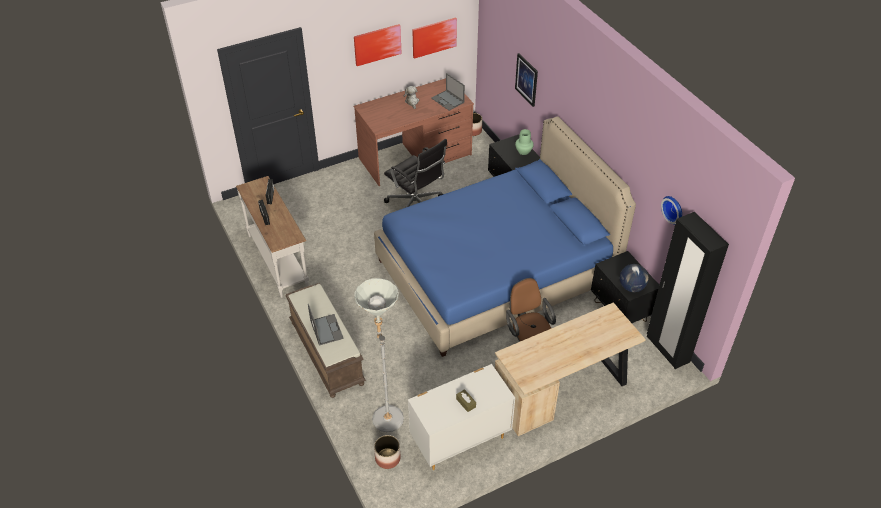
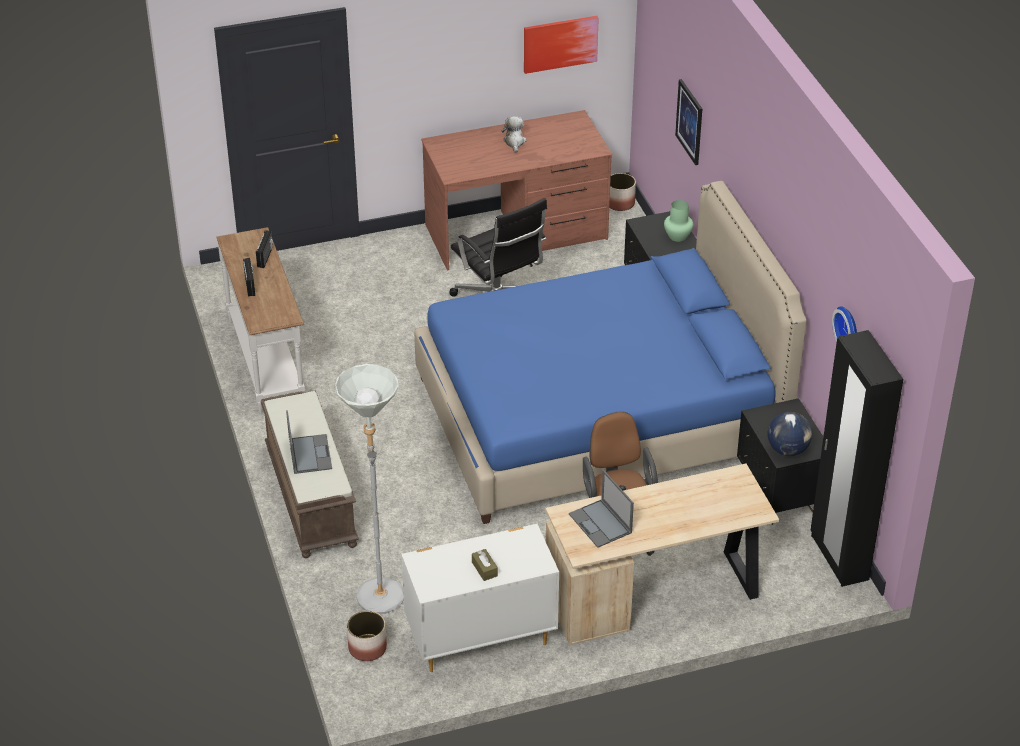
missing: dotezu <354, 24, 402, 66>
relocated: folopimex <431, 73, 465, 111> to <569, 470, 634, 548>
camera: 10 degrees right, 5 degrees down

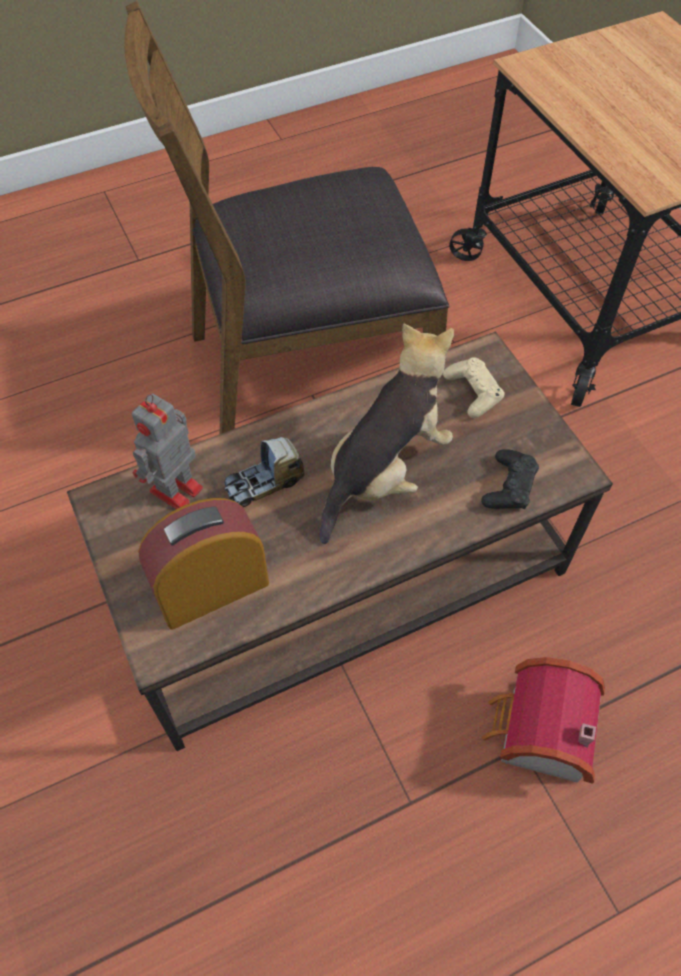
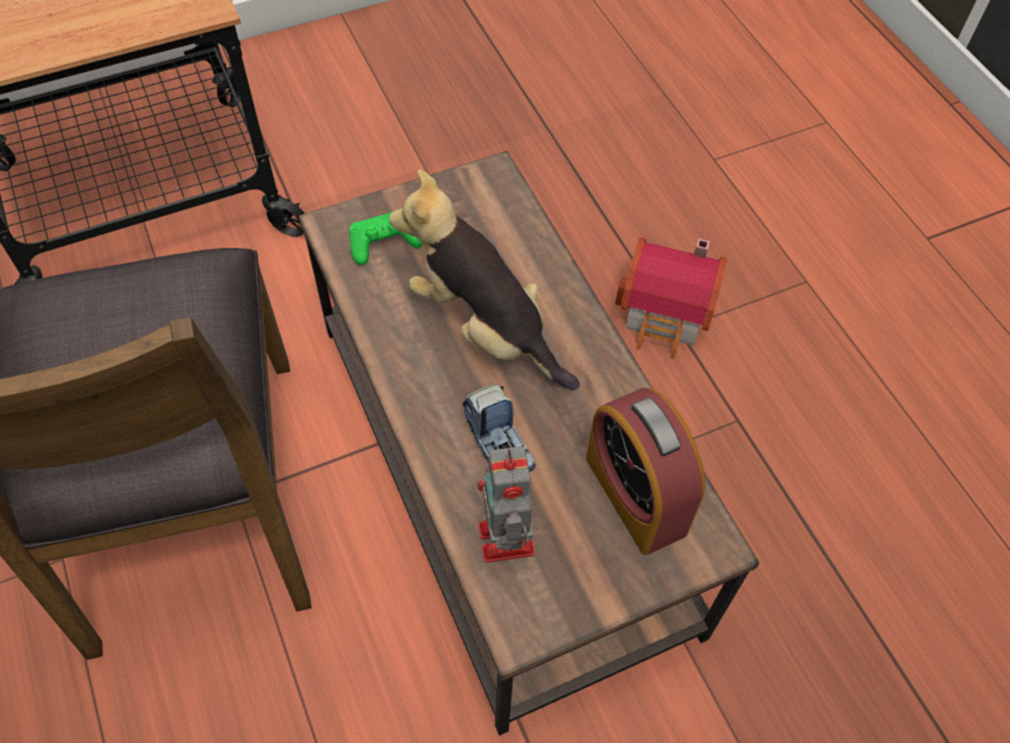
missing: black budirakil <481, 449, 539, 509>
colour: beige budirakil <443, 357, 505, 418> to green budirakil <349, 212, 423, 265>
spun: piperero <132, 394, 203, 509> = <477, 446, 535, 563> 45 degrees clockwise
camera: 90 degrees left, 0 degrees up

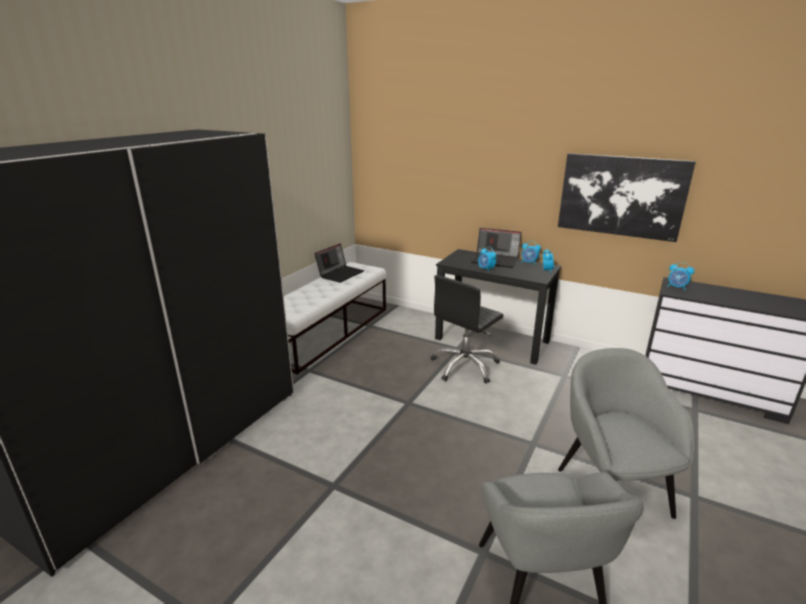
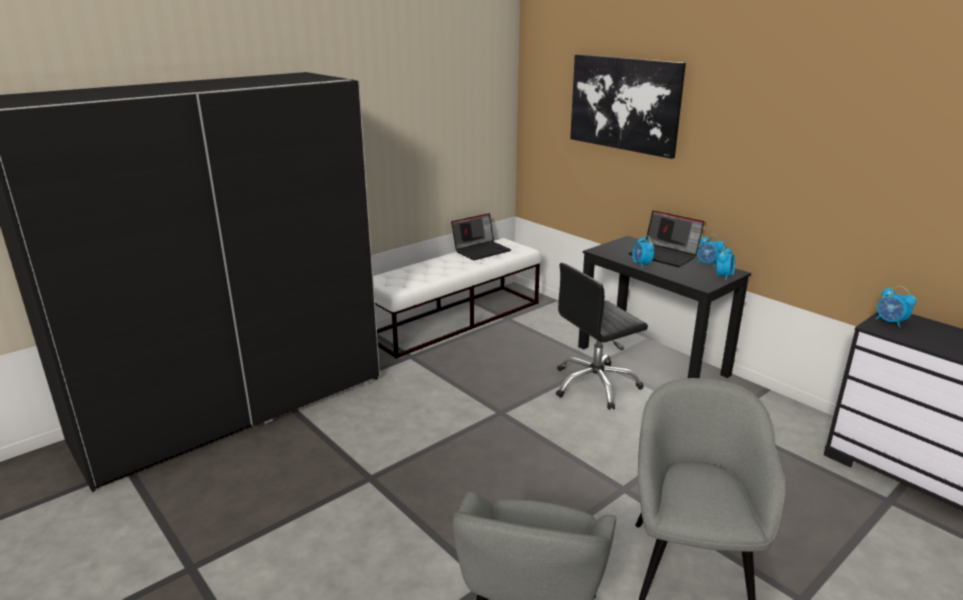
relocated: dotezu <558, 153, 696, 242> to <570, 54, 686, 159>
camera: 20 degrees right, 0 degrees up

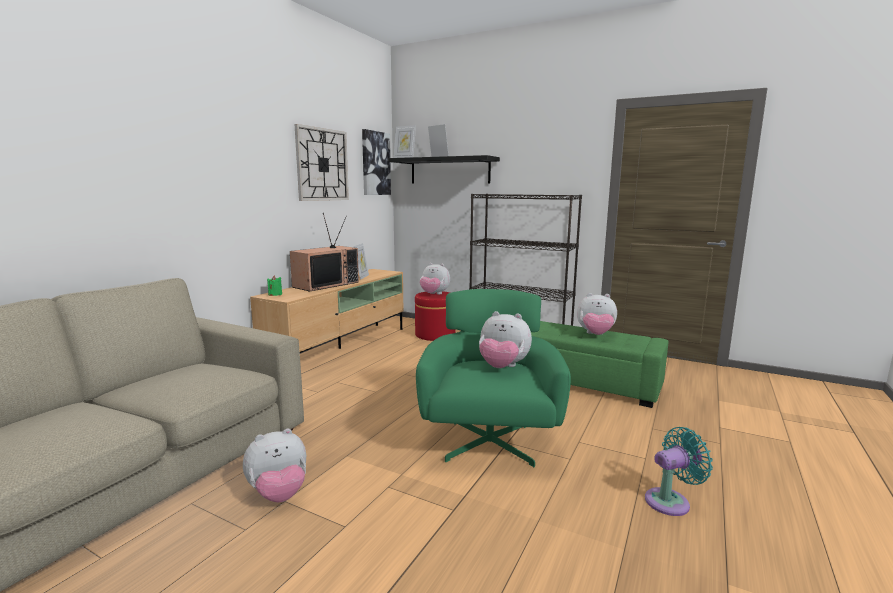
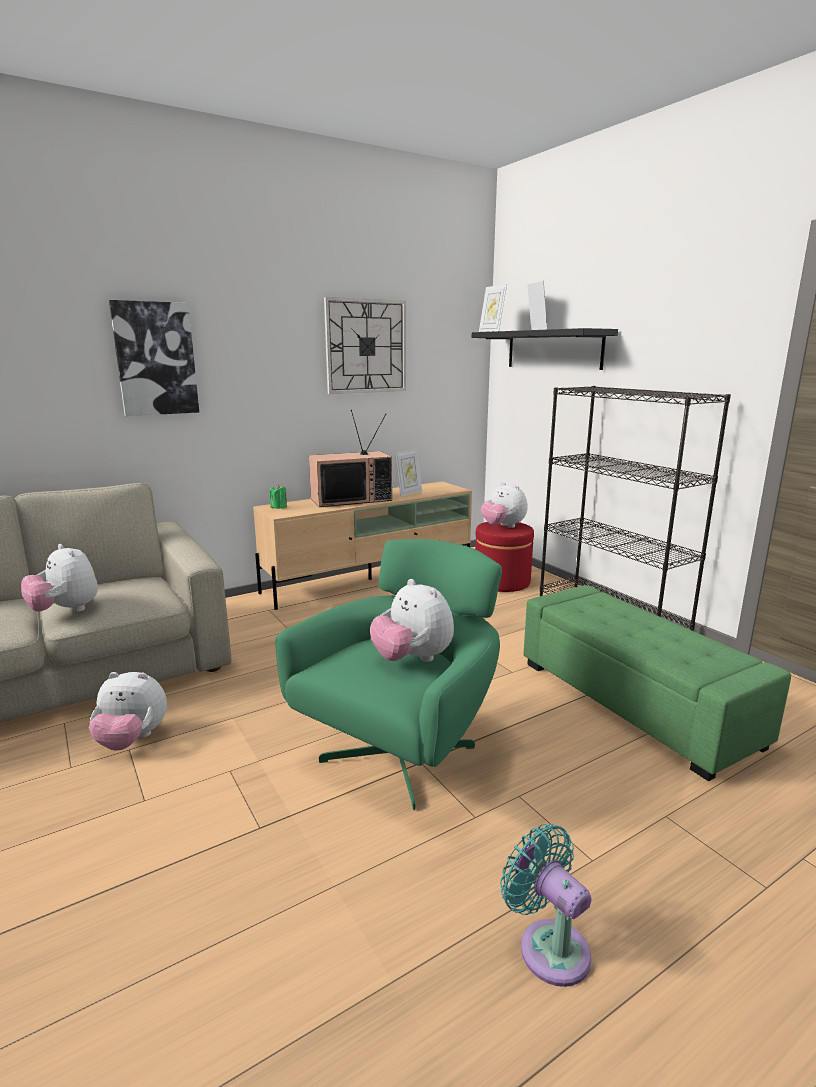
relocated: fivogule <577, 293, 617, 335> to <21, 544, 98, 612>; dotezu <362, 129, 391, 195> to <109, 300, 199, 416>
spun: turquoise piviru <645, 427, 713, 516> = <500, 824, 592, 987> 135 degrees counterclockwise
camera: 30 degrees right, 5 degrees up

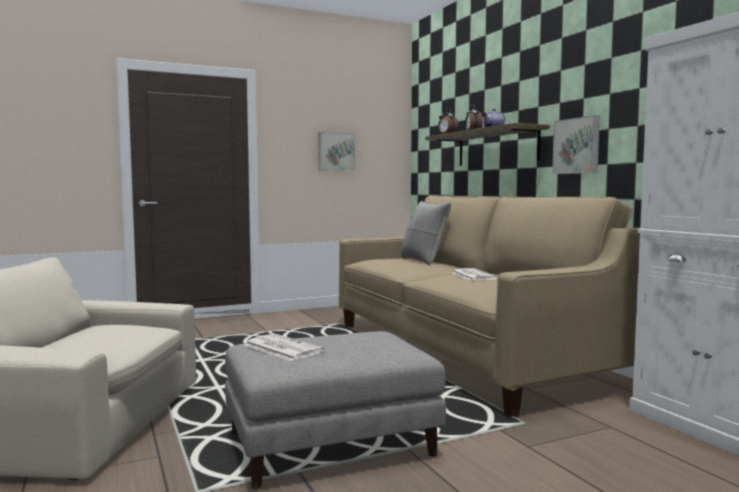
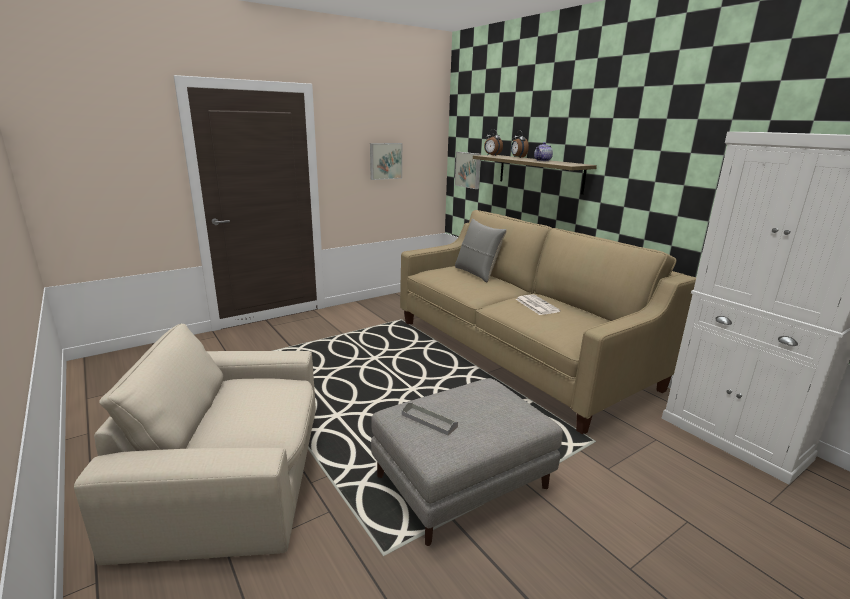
relocated: dotezu <552, 115, 600, 174> to <455, 152, 481, 189>
exchanged: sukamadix <245, 334, 325, 361> to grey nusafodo <402, 403, 458, 436>
camera: 10 degrees left, 15 degrees up

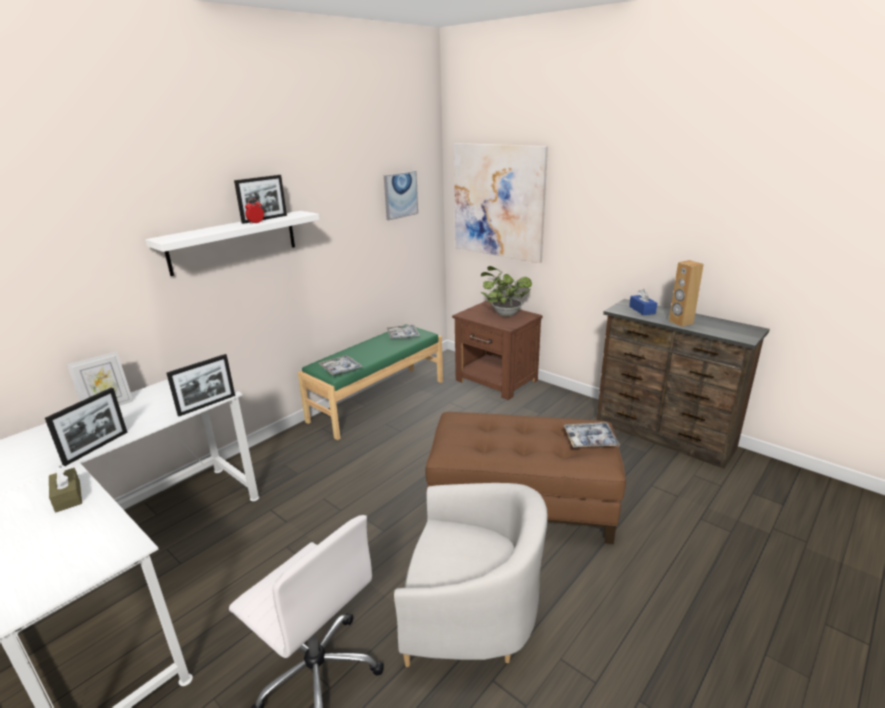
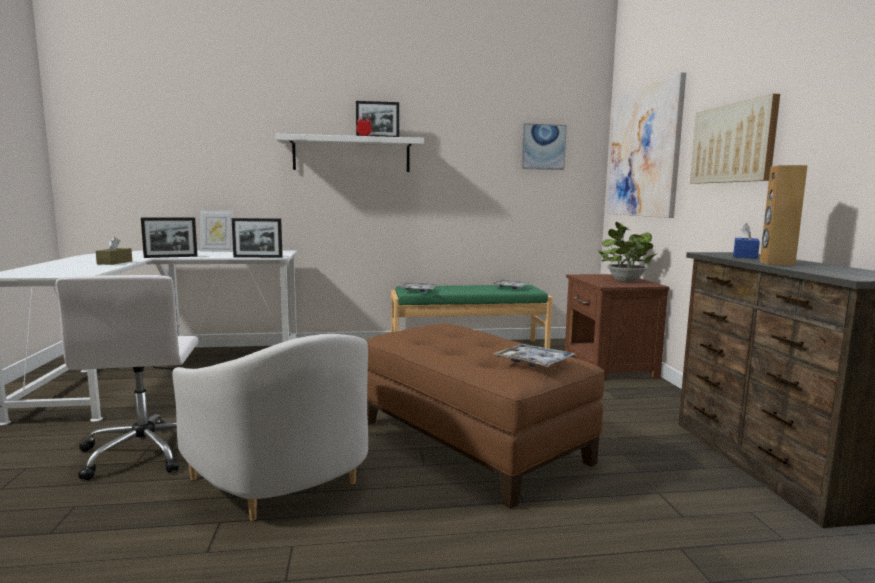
appeared: dotezu <690, 94, 780, 184>
camera: 40 degrees right, 15 degrees down

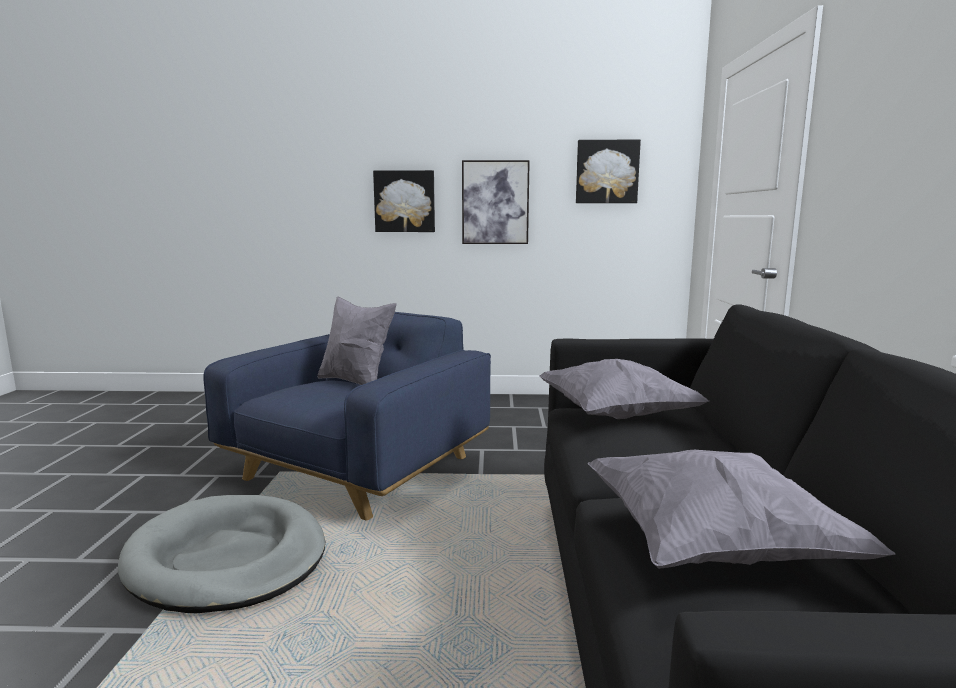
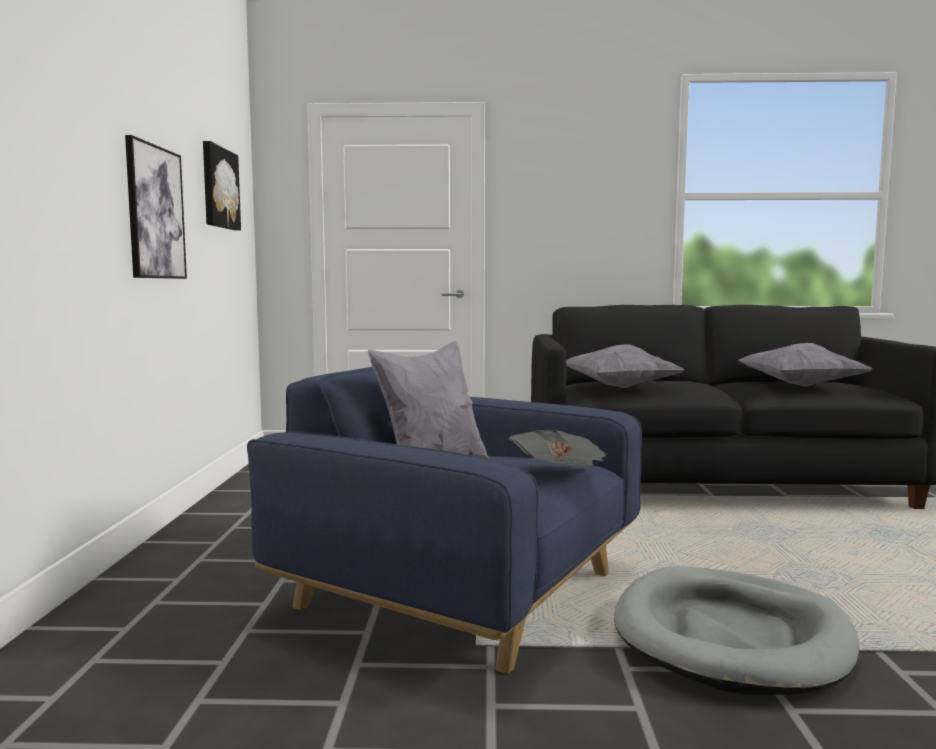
missing: dotezu <373, 170, 435, 232>
appeared: sukamadix <509, 430, 607, 466>
camera: 90 degrees left, 5 degrees down

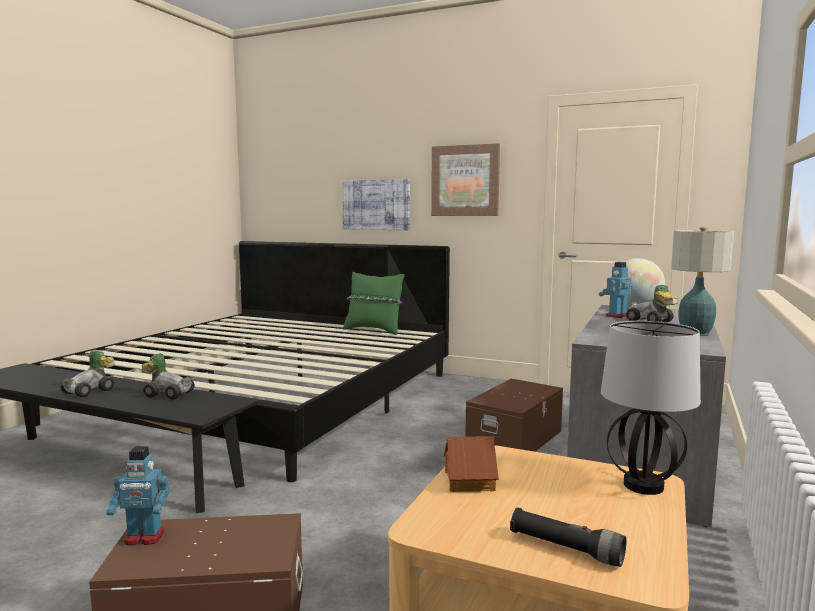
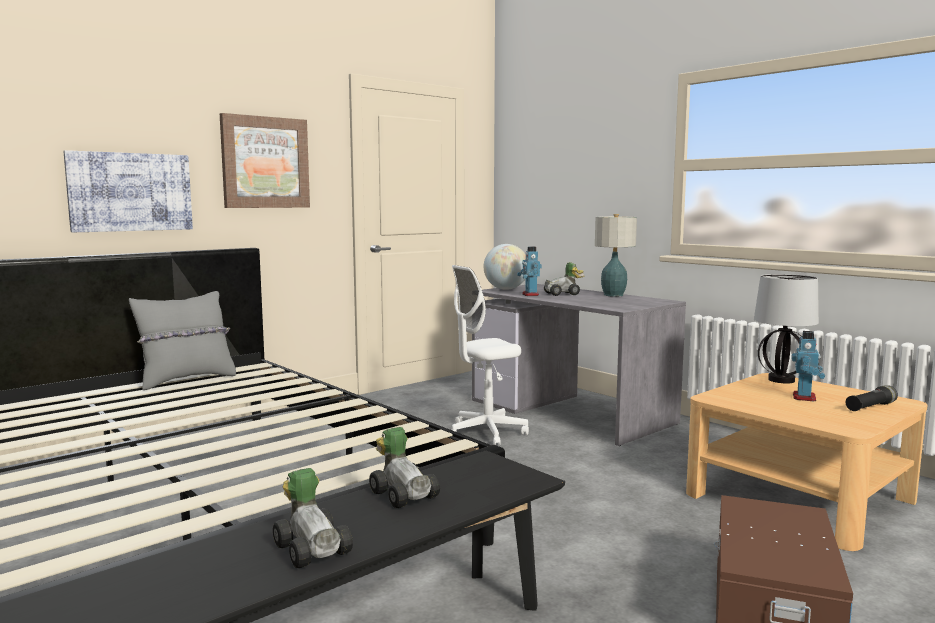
missing: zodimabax <444, 436, 499, 492>
relocated: piperero <106, 446, 169, 545> to <791, 331, 825, 401>
exchanged: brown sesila <465, 379, 563, 452> to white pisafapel <452, 265, 529, 446>
colour: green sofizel <343, 272, 405, 335> to grey sofizel <129, 291, 236, 390>
spun: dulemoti <141, 353, 195, 400> = <369, 427, 440, 508> 105 degrees clockwise
camera: 65 degrees left, 0 degrees up

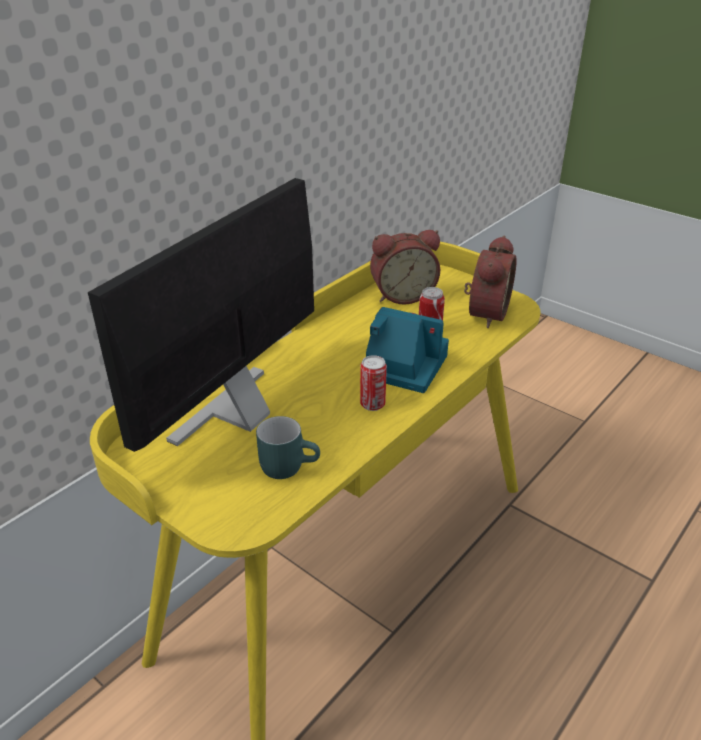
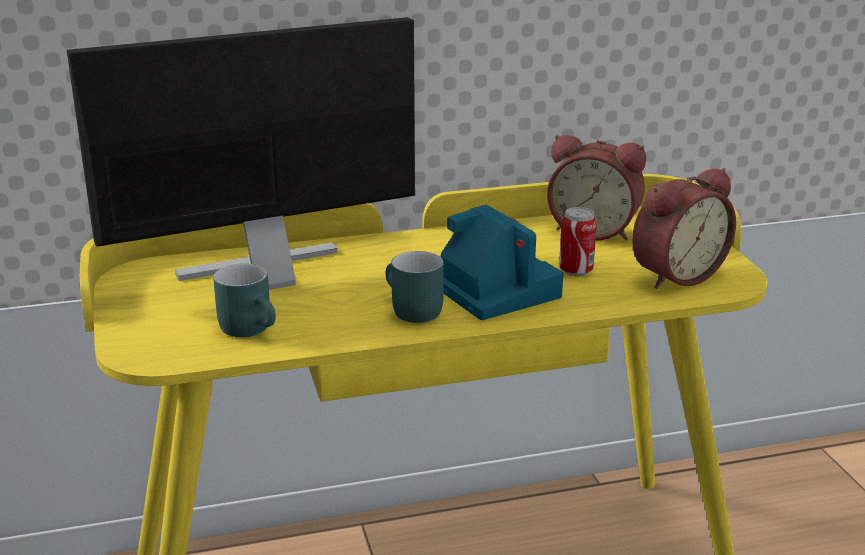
exchanged: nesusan <360, 355, 387, 411> to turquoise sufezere <386, 251, 444, 323>
camera: 35 degrees right, 10 degrees down

